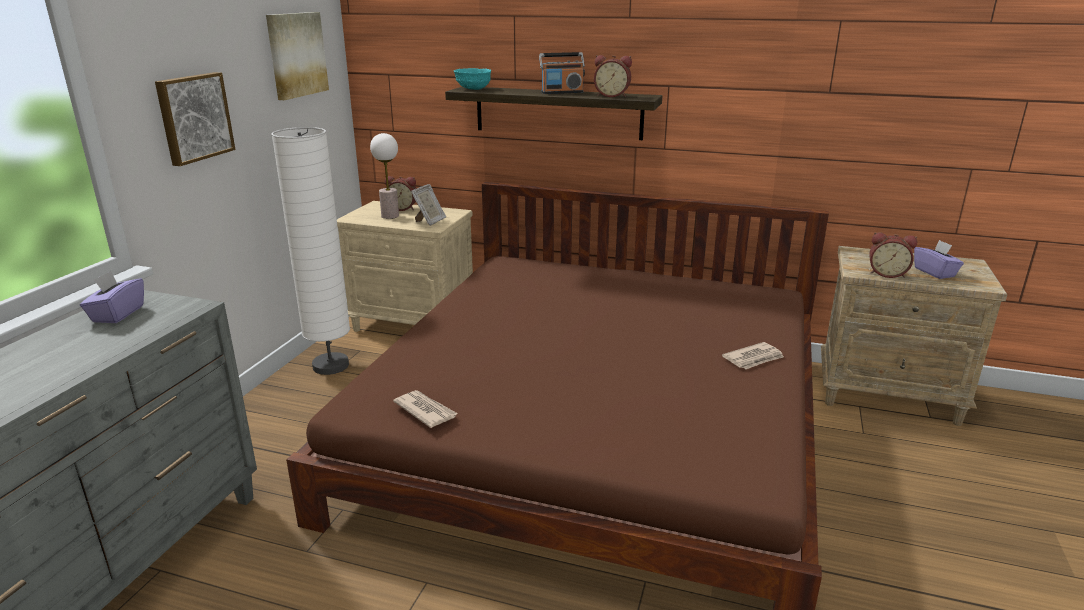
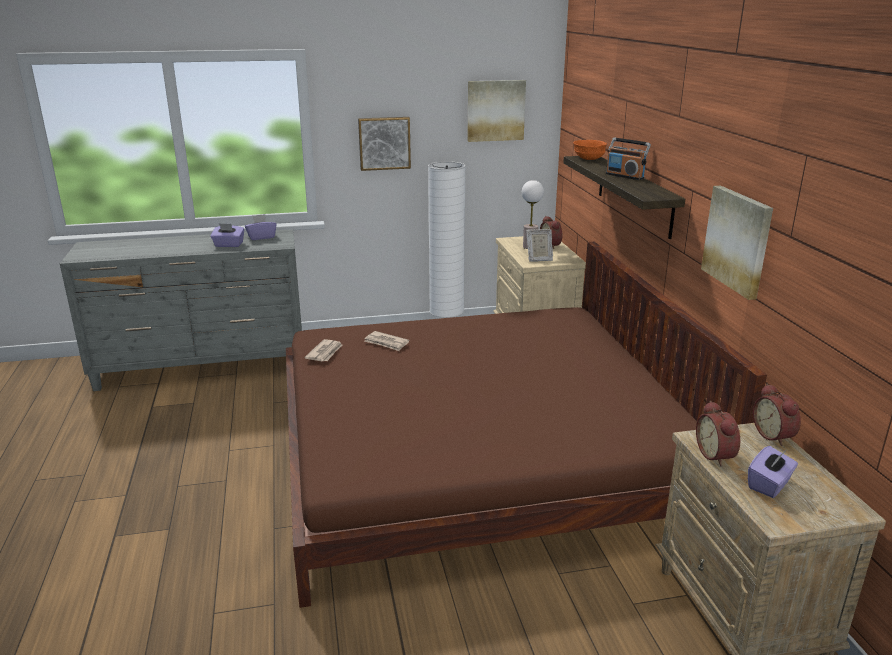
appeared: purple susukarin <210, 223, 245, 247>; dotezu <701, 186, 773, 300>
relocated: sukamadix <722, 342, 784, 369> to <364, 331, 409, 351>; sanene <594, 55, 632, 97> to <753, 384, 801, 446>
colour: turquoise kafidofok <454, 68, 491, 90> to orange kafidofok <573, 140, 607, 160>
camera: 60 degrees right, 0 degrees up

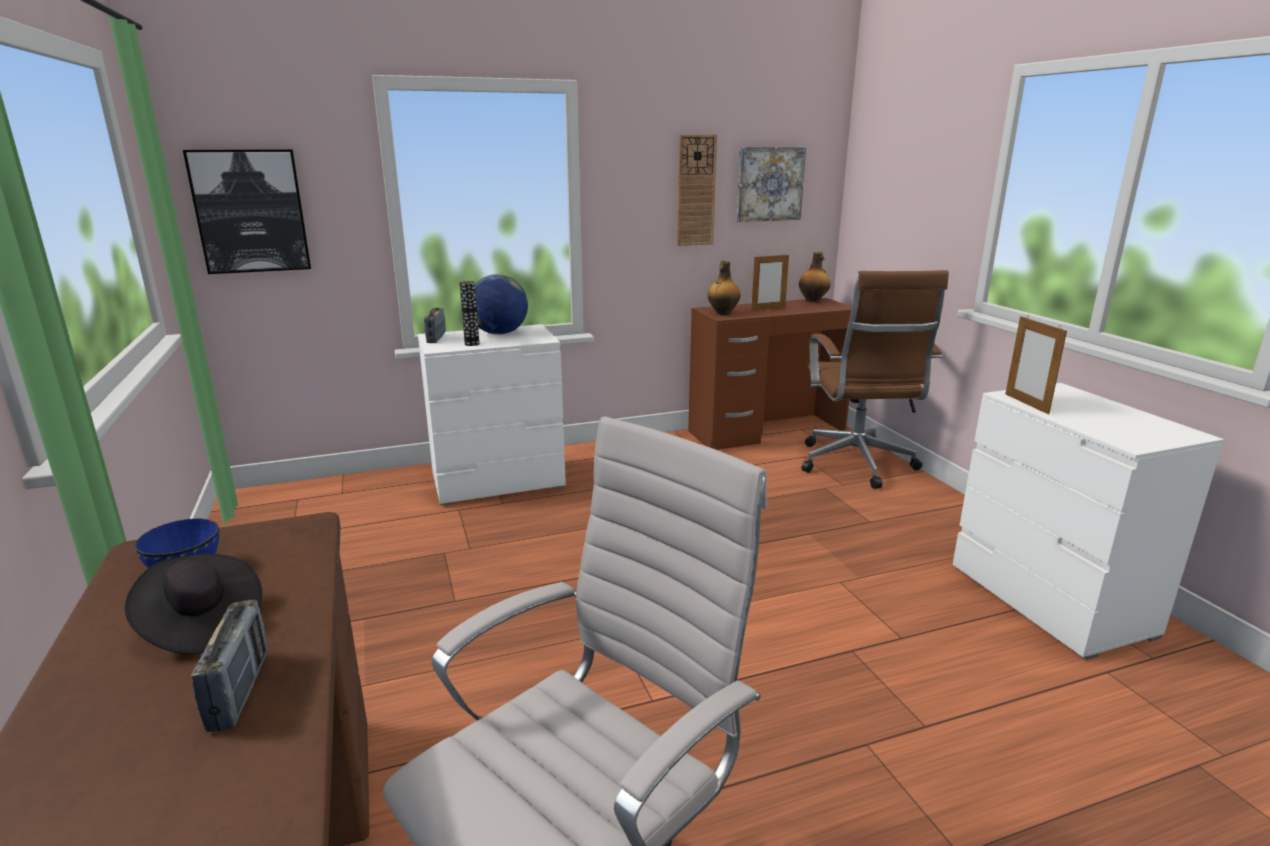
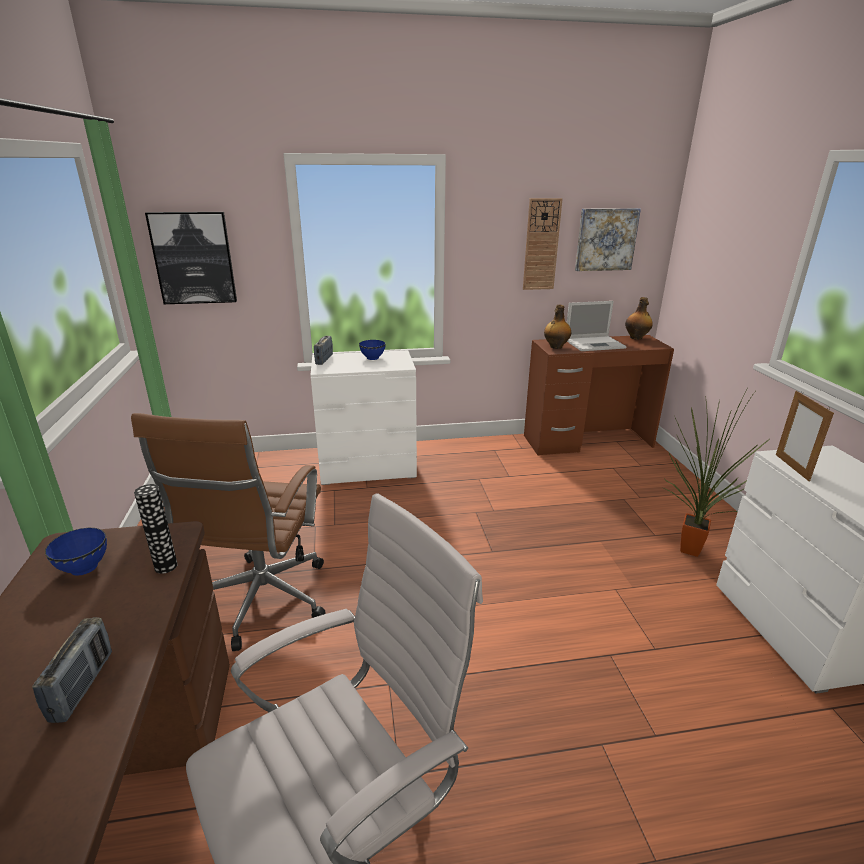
missing: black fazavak <124, 554, 262, 654>
appeared: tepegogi <663, 390, 768, 557>
relocated: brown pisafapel <802, 270, 949, 489> to <131, 413, 325, 651>; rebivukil <460, 281, 479, 346> to <134, 484, 178, 574>
exchanged: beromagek <475, 274, 528, 335> to blue kafidofok <359, 340, 386, 360>; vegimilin <751, 253, 789, 310> to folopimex <567, 301, 627, 351>
camera: 10 degrees right, 5 degrees up

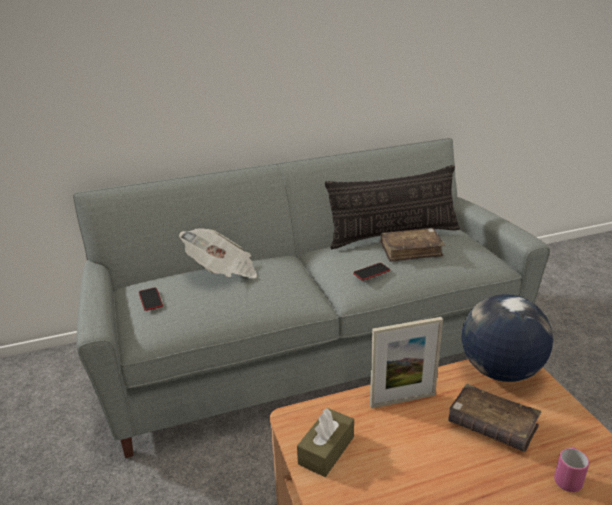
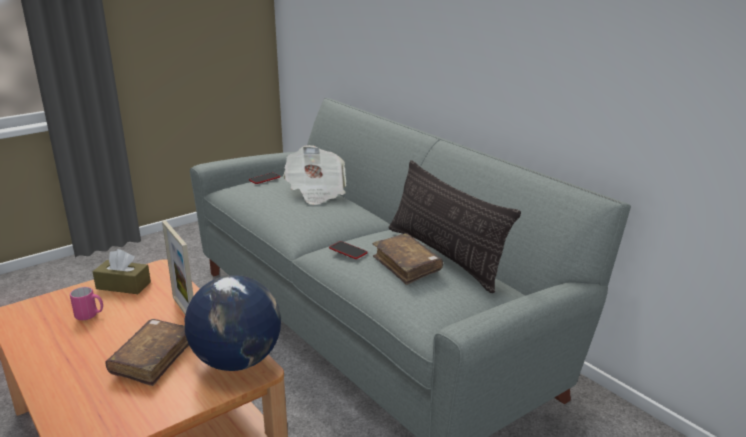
relocated: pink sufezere <554, 447, 589, 492> to <70, 287, 103, 320>
camera: 70 degrees right, 5 degrees down

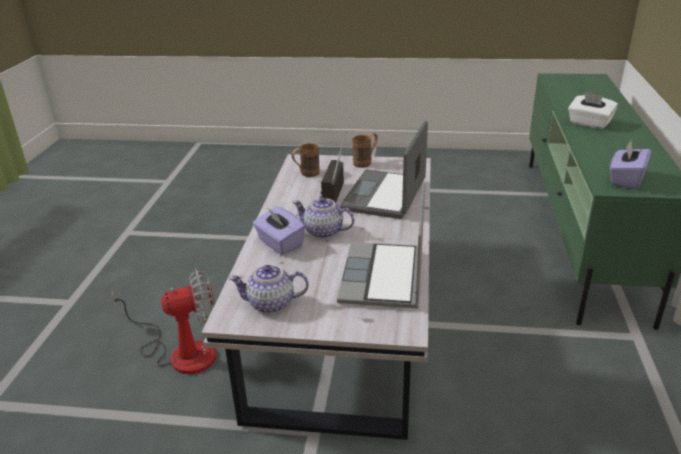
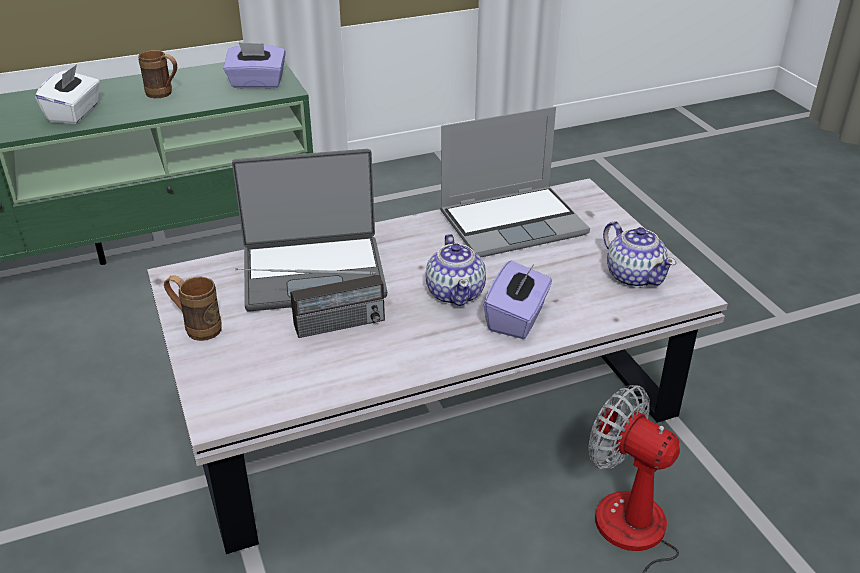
relocated: brown sufezere <292, 143, 320, 177> to <138, 50, 177, 98>
camera: 120 degrees left, 5 degrees up

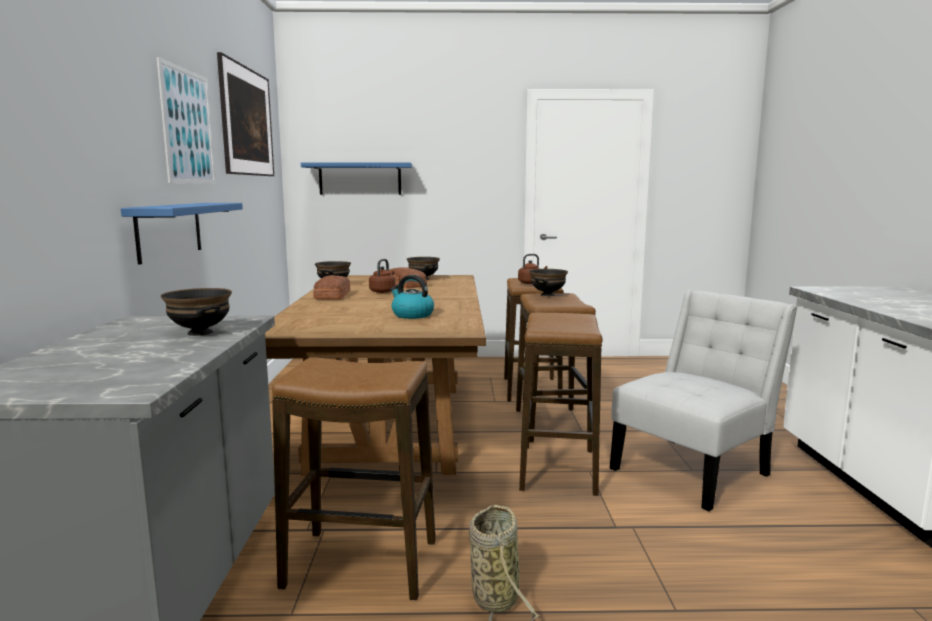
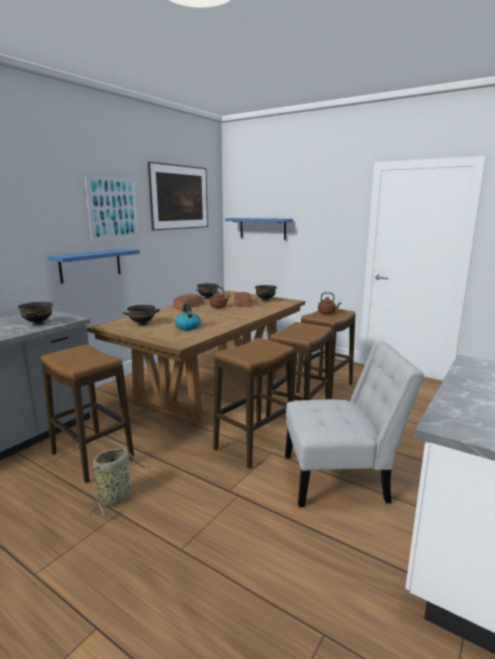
relocated: black kafidofok <529, 269, 568, 296> to <123, 305, 160, 326>
camera: 35 degrees right, 5 degrees up

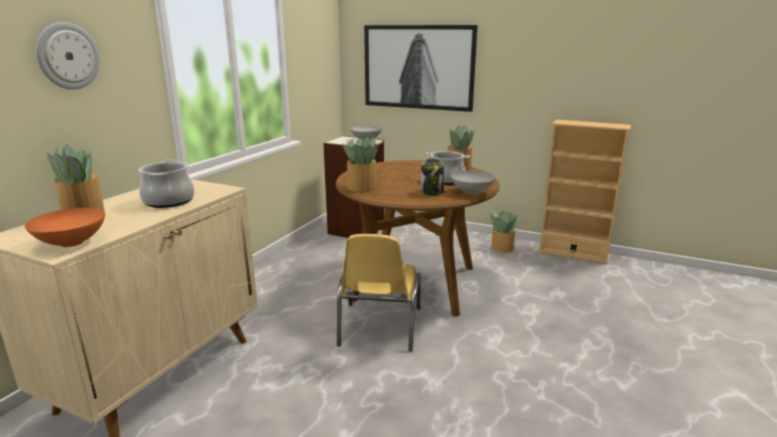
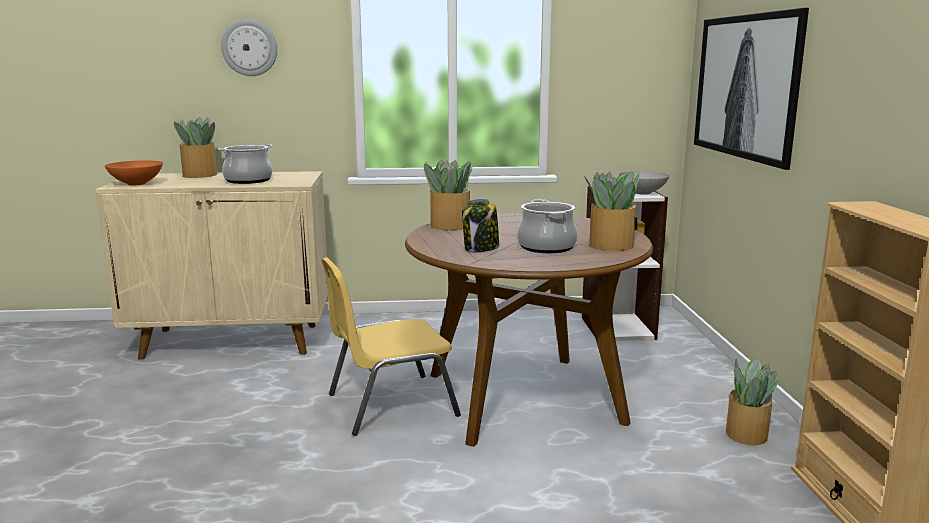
missing: grey kafidofok <451, 171, 496, 194>
camera: 60 degrees right, 5 degrees down

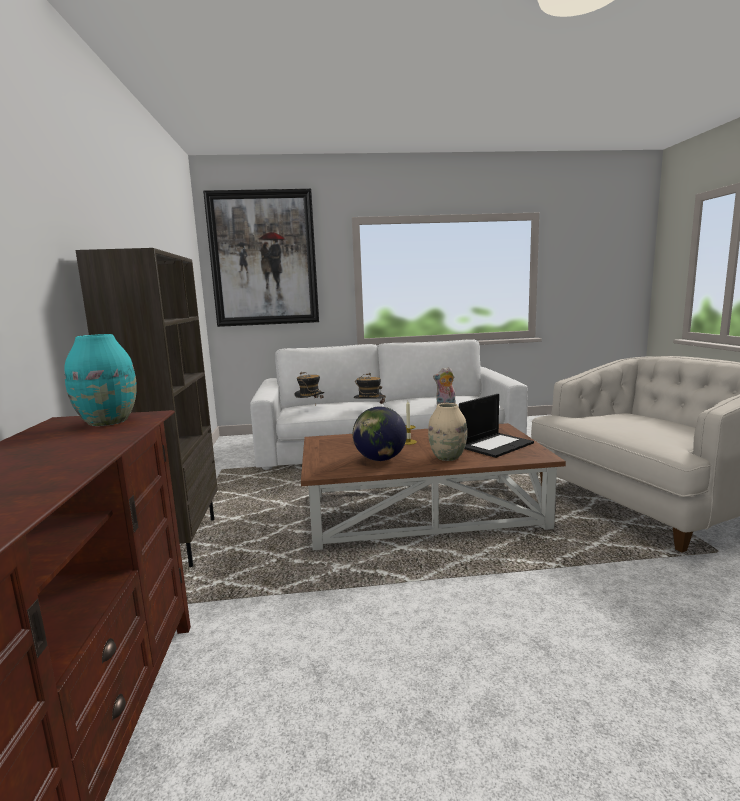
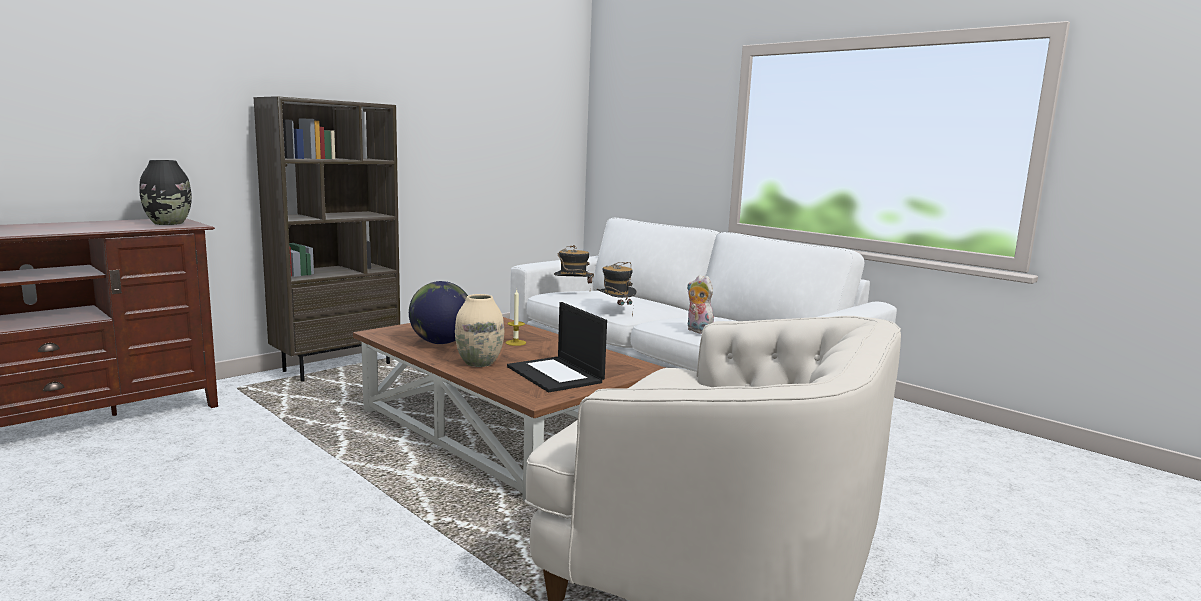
missing: dotezu <203, 189, 319, 327>
colour: turquoise rebivukil <64, 334, 137, 426> to black rebivukil <140, 160, 192, 225>
spun: folopimex <459, 394, 534, 458> = <507, 302, 607, 392> 45 degrees clockwise
camera: 50 degrees right, 0 degrees up

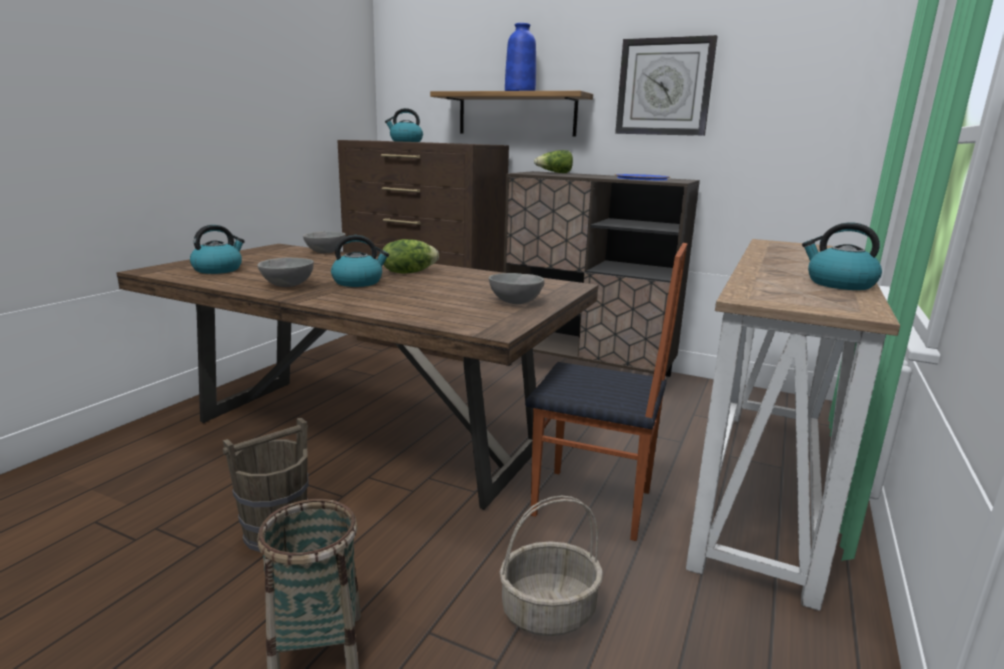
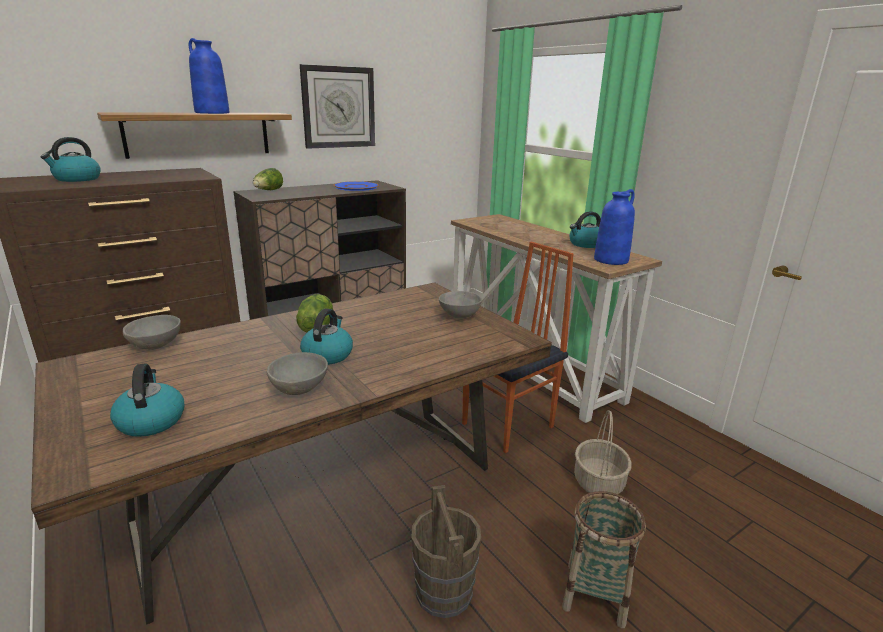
appeared: blue rebivukil <594, 189, 635, 265>
camera: 60 degrees left, 5 degrees up

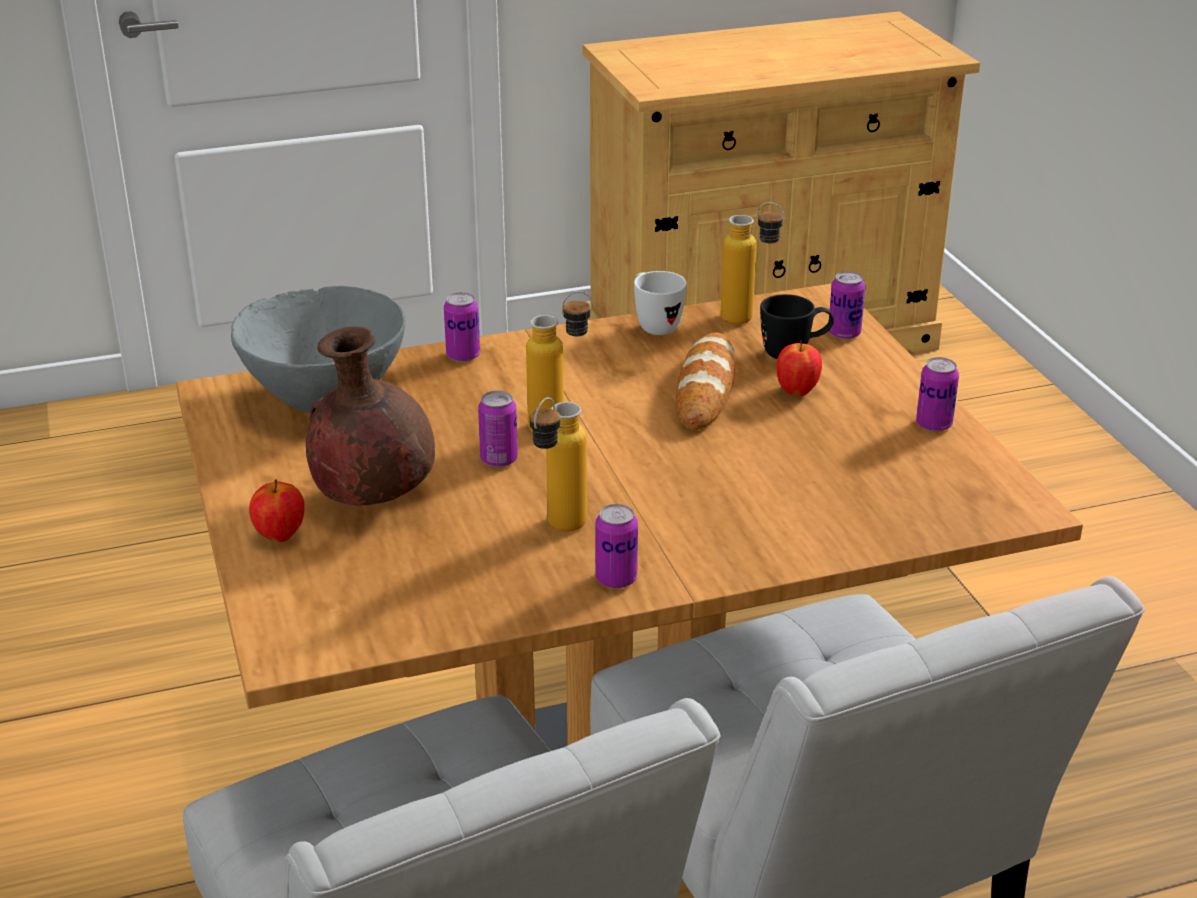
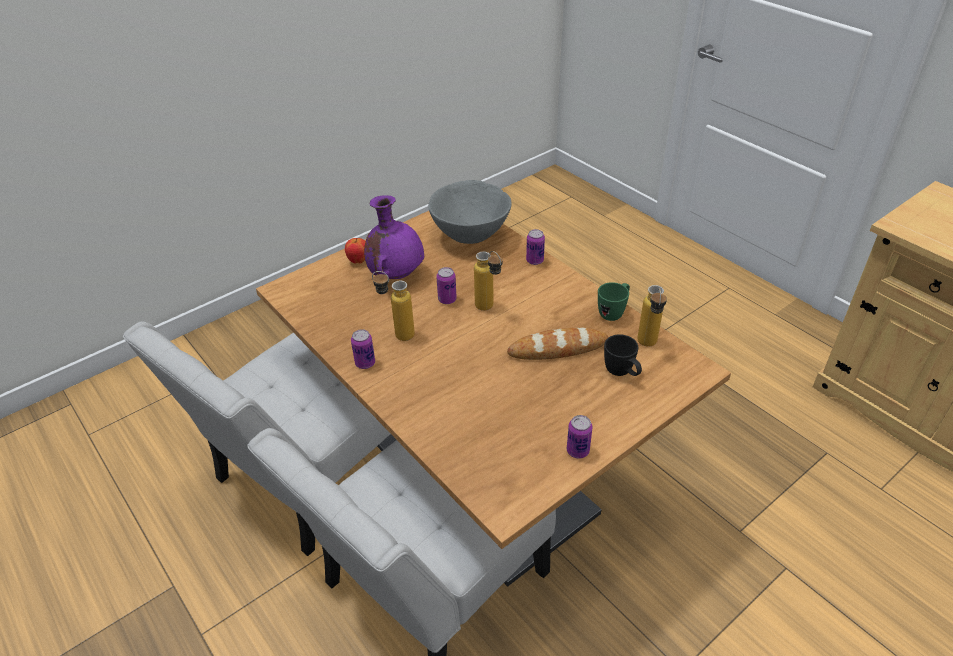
missing: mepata <776, 340, 822, 396>; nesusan <829, 271, 866, 340>
colour: brown rebivukil <306, 326, 435, 505> to purple rebivukil <364, 195, 424, 279>; white sufezere <634, 271, 687, 335> to green sufezere <598, 282, 630, 321>
camera: 70 degrees right, 10 degrees up

